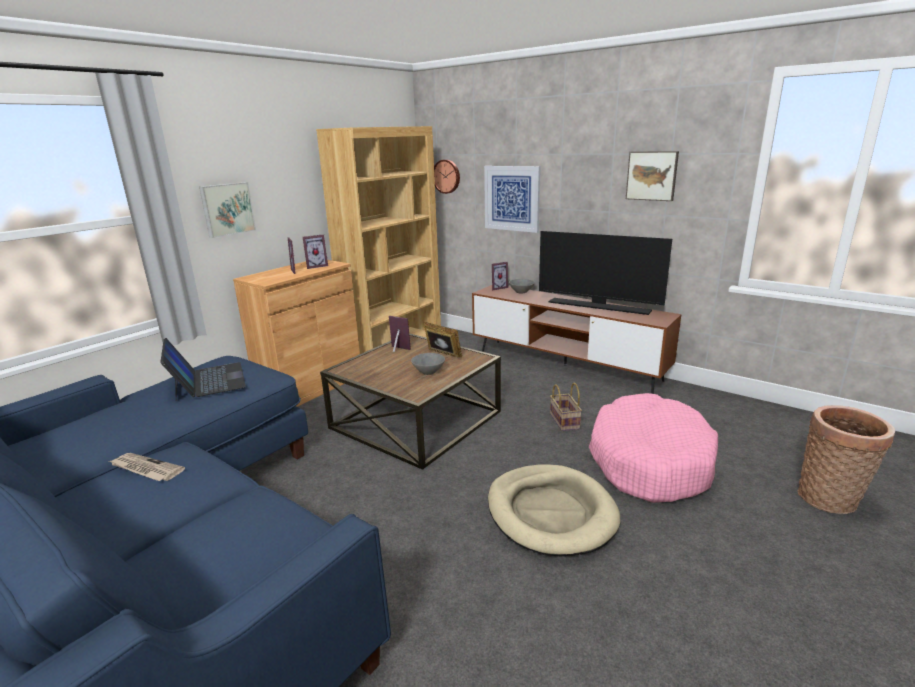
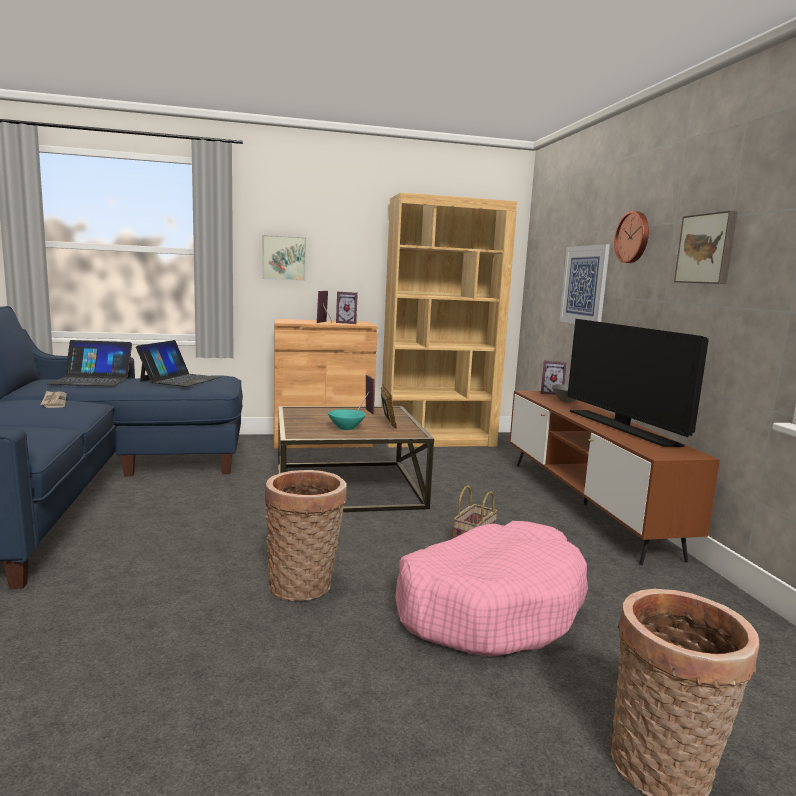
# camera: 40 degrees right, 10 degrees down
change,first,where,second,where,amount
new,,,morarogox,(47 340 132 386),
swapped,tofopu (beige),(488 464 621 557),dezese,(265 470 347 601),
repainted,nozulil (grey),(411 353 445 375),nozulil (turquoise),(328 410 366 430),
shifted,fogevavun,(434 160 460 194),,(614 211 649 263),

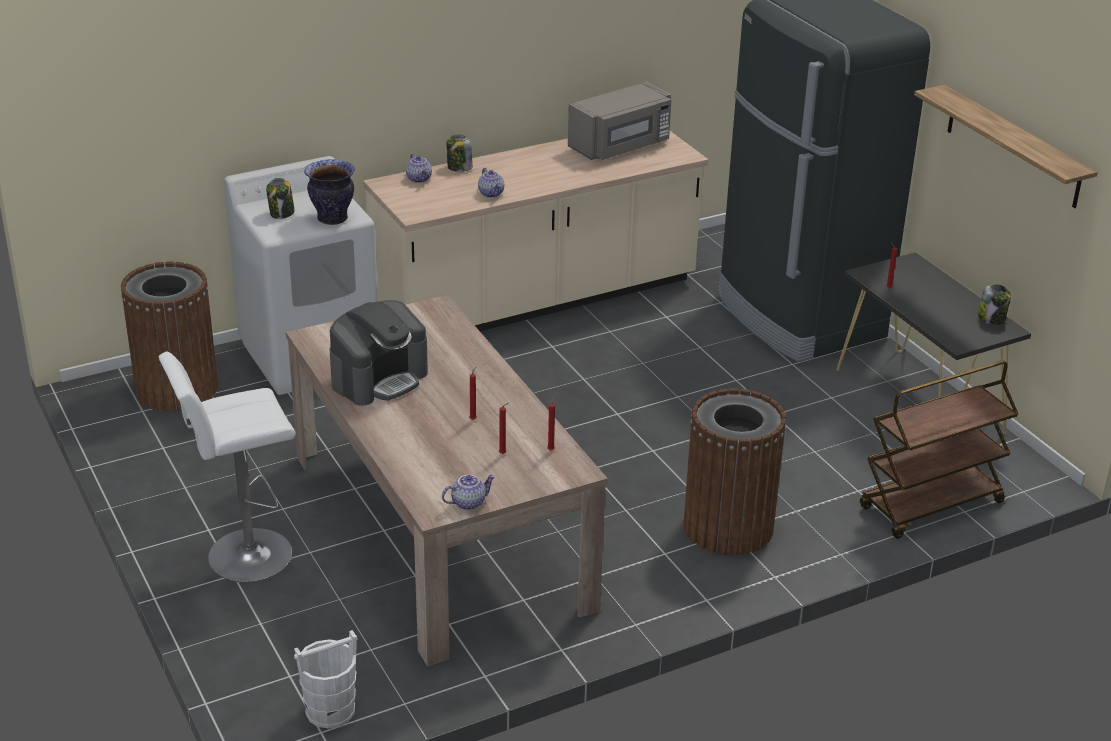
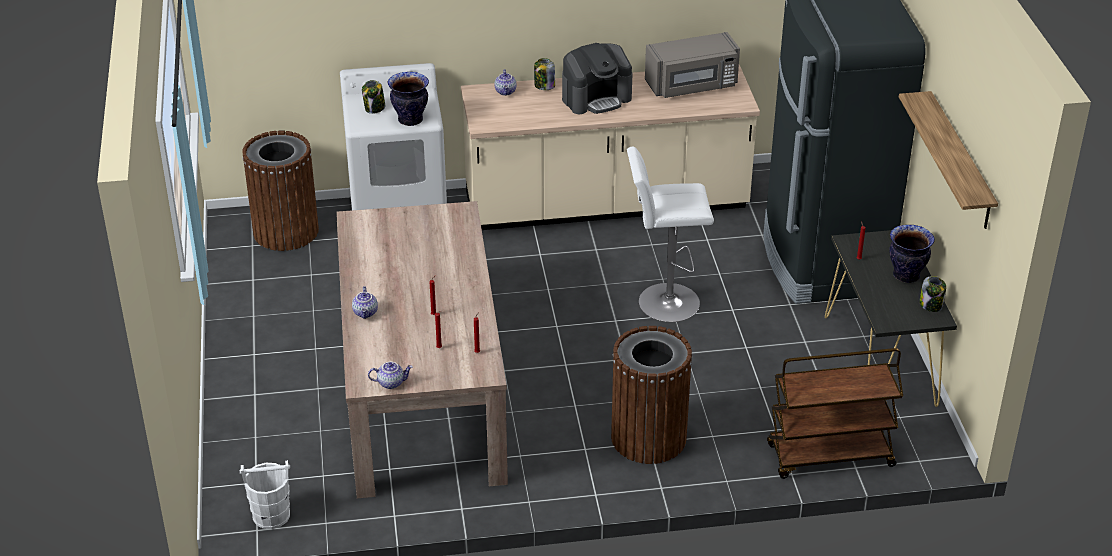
# camera: 20 degrees right, 5 degrees up
change,first,where,second,where,amount
shifted,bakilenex,(478 168 504 198),,(352 286 378 319),
shifted,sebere,(329 300 428 406),,(562 43 632 114),
shifted,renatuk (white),(158 352 296 582),,(627 146 714 322),
new,,,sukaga,(889 225 935 283),

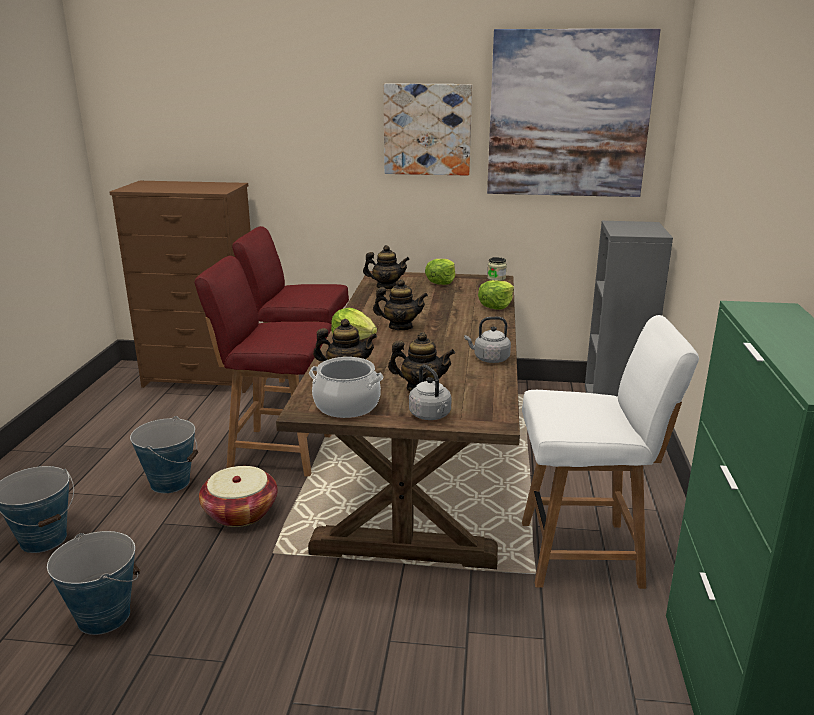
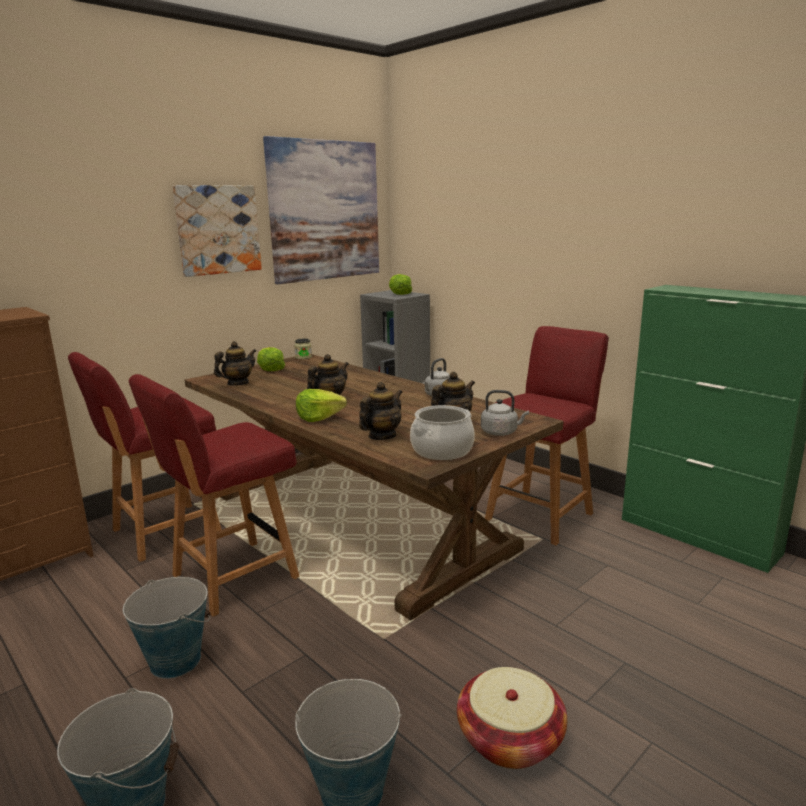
# camera: 50 degrees left, 5 degrees down
change,first,where,second,where,amount
shifted,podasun,(478 280 514 310),,(389 274 412 295),
shifted,dezese,(199 466 278 527),,(457 667 567 769),
repainted,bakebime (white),(522 315 699 589),bakebime (red),(485 326 609 545),

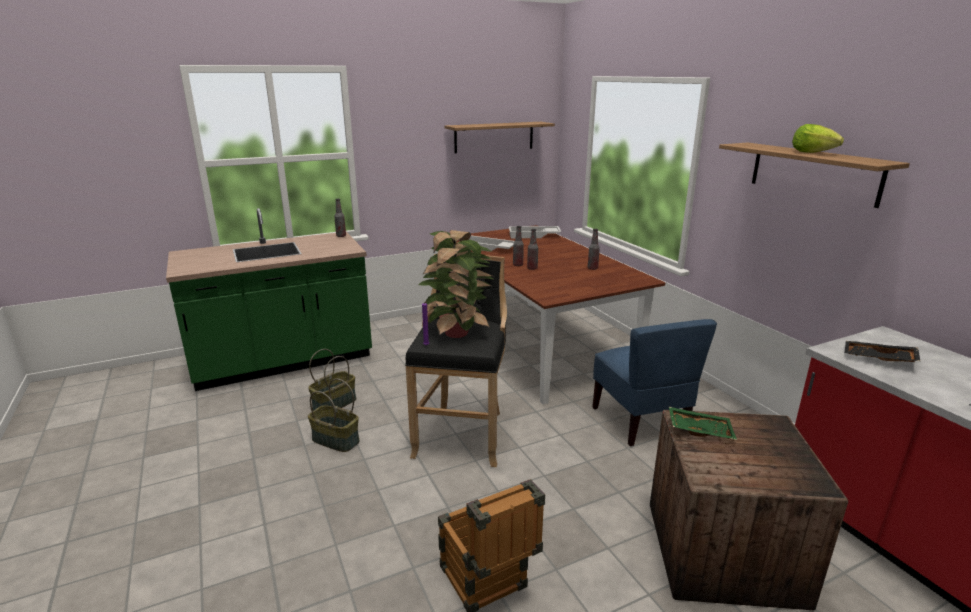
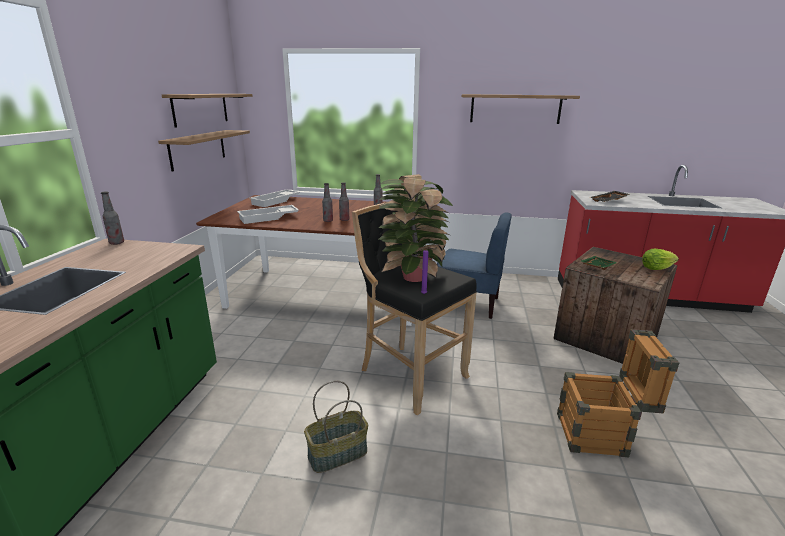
# camera: 55 degrees left, 0 degrees up
change,first,where,second,where,amount
new,,,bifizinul,(158 130 250 171),
shifted,podasun,(792 124 844 153),,(642 248 679 270),
gone,dezese,(308 349 356 411),,,

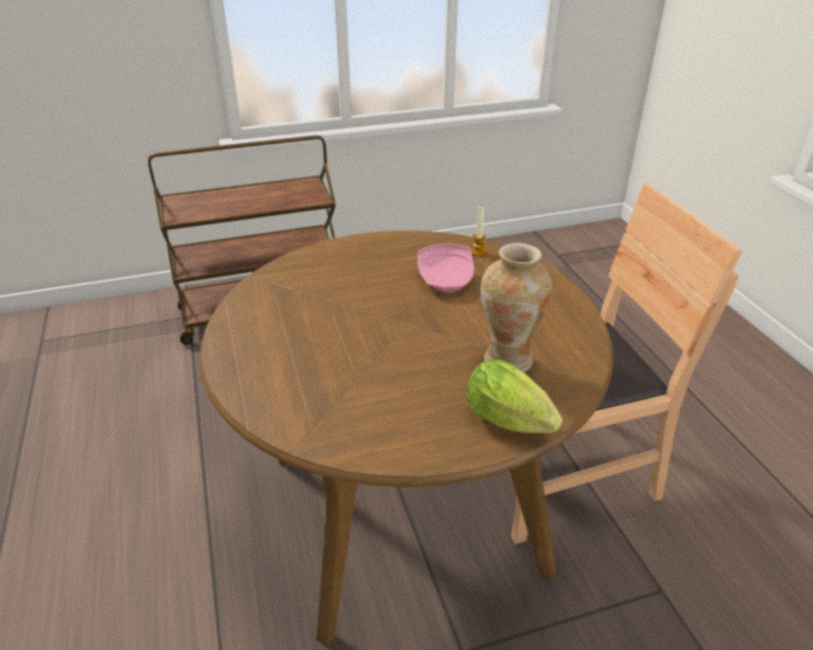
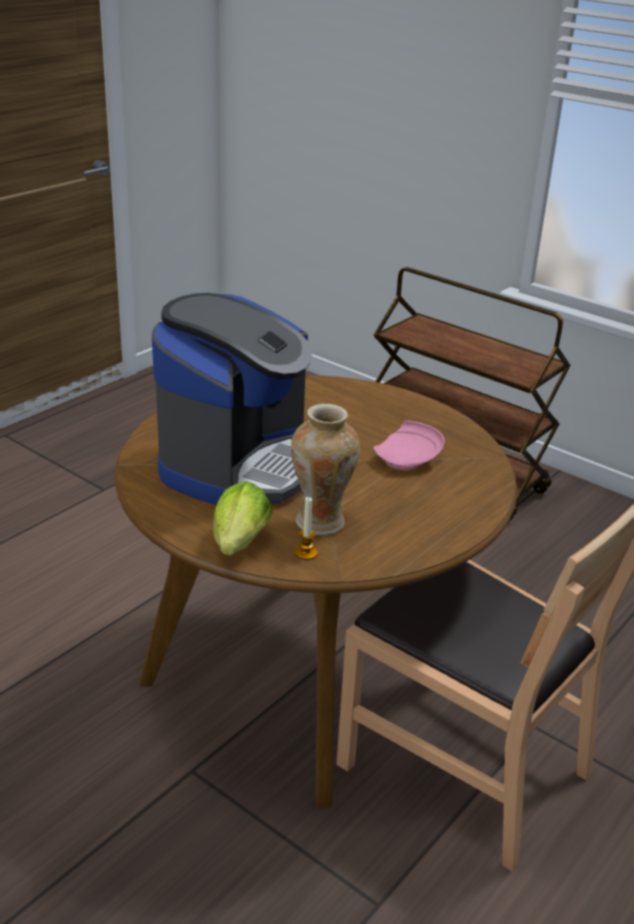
# camera: 55 degrees right, 5 degrees down
change,first,where,second,where,amount
new,,,sebere,(152 293 312 505),
shifted,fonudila,(470 205 487 256),,(295 497 318 560),

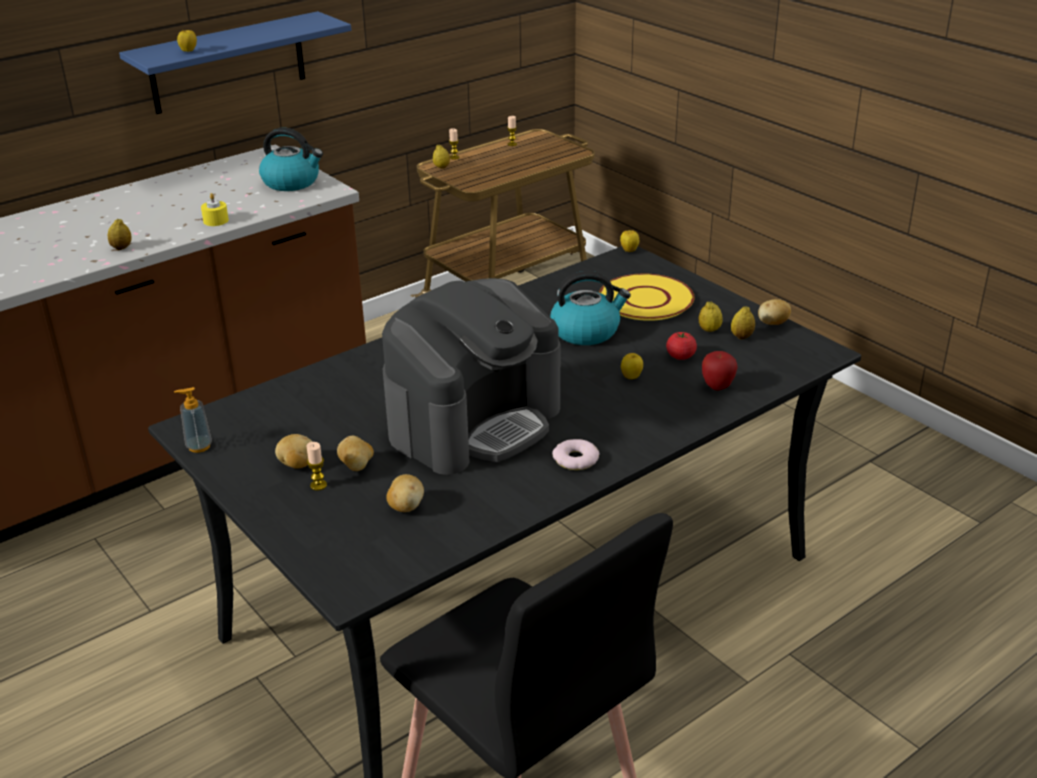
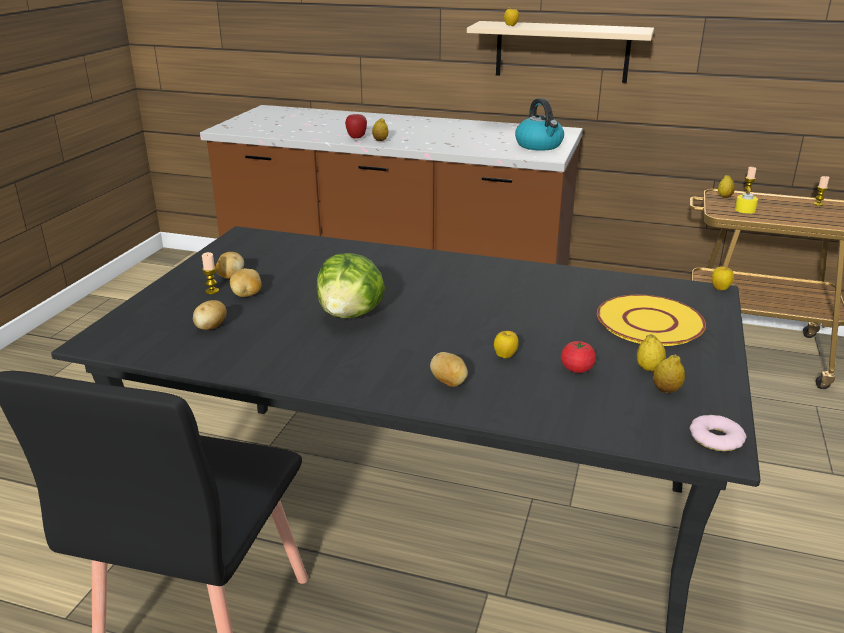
# camera: 55 degrees right, 5 degrees down
change,first,where,second,where,amount
swapped,sebere,(382 278 560 475),podasun,(317 253 385 318),
shifted,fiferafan,(702 351 737 390),,(345 113 367 138),
shifted,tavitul,(758 299 791 325),,(430 352 468 387),
repainted,bifizinul (blue),(119 11 351 114),bifizinul (beige),(467 21 654 83),
shifted,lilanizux,(552 439 600 470),,(690 415 746 451),
shifted,fonudila (yellow),(201 193 229 226),,(735 188 758 214),
gone,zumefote,(174 387 212 453),,,
gone,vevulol,(550 271 631 345),,,

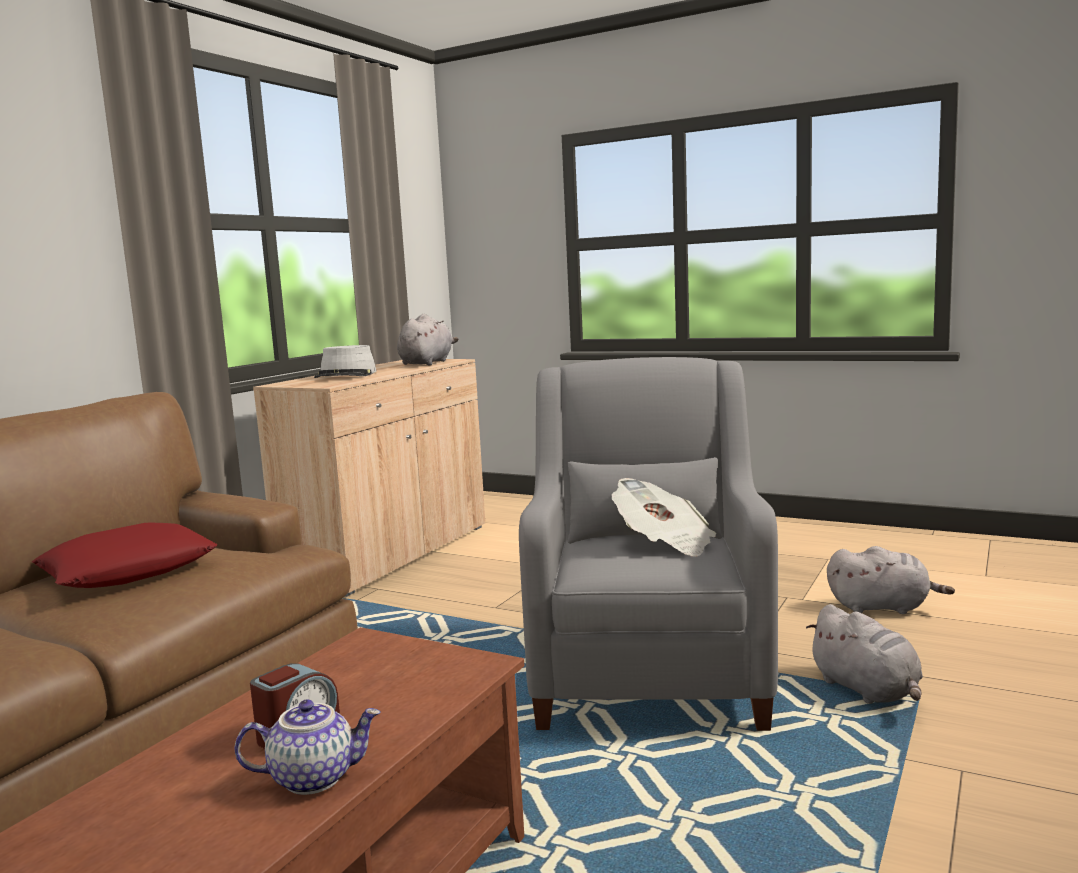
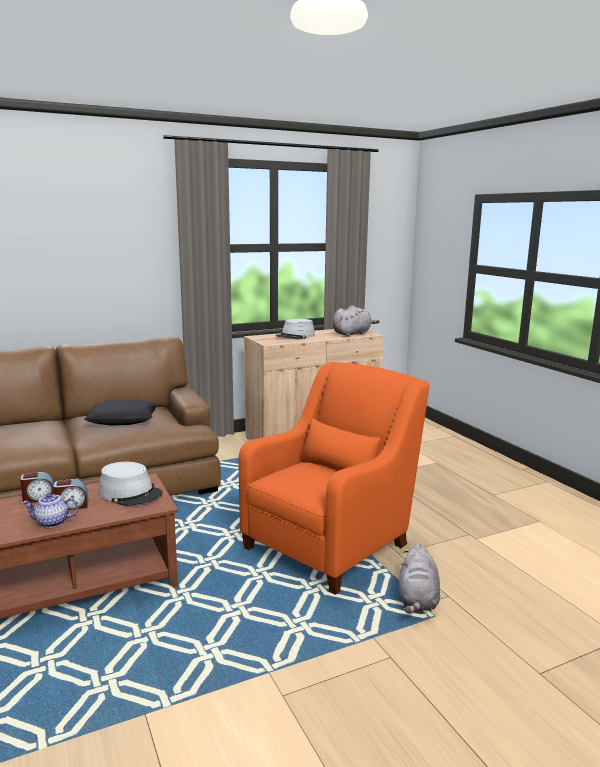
# camera: 35 degrees right, 5 degrees up
change,first,where,second,where,amount
new,,,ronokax,(20 472 54 503),
rotated,bakilenex,(235 699 381 795),,(22 493 79 528),150 degrees clockwise
repainted,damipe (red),(32 523 217 588),damipe (black),(84 399 158 426),
new,,,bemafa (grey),(99 462 163 506),
repainted,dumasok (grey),(519 357 778 731),dumasok (orange),(239 362 430 595),
gone,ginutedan,(611 478 716 557),,,
gone,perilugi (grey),(827 546 955 614),,,

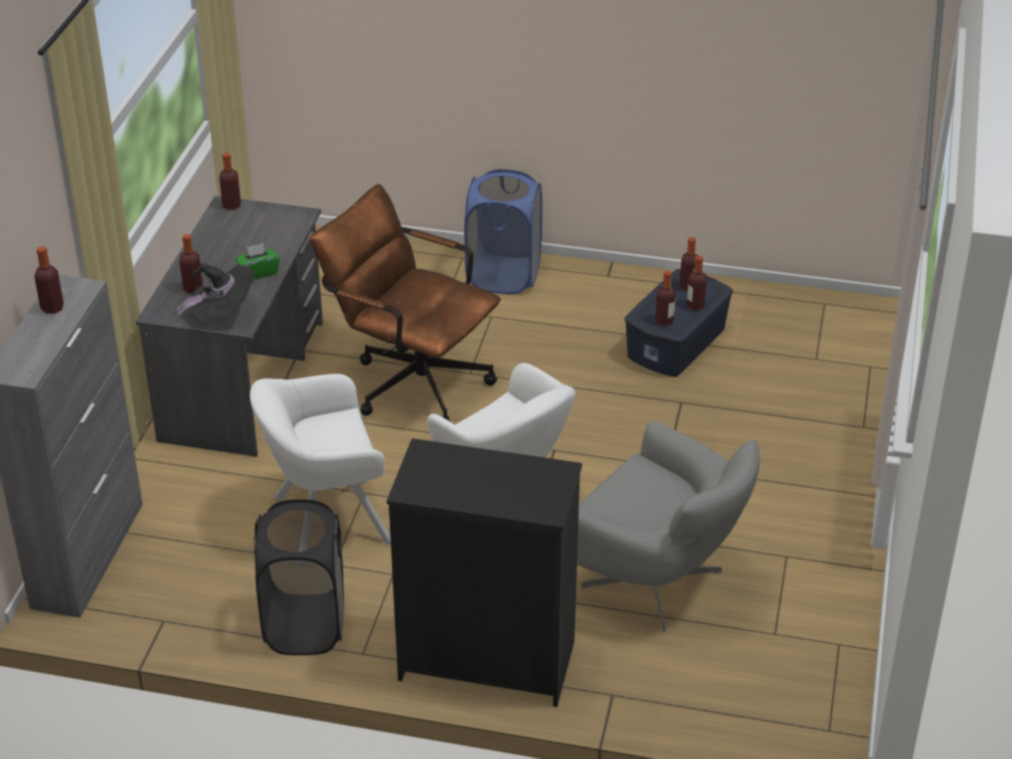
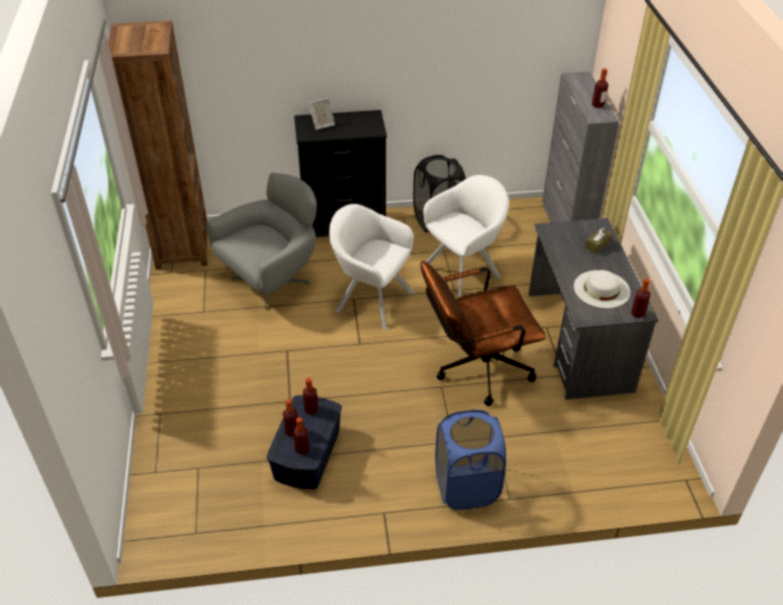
# camera: 160 degrees right, 5 degrees up
change,first,where,second,where,amount
new,,,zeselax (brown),(108 20 208 270),
rotated,dumasok (grey),(577 421 760 632),,(206 173 317 310),120 degrees clockwise
new,,,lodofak,(308 98 335 130),
rotated,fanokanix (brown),(310 184 501 421),,(420 261 546 406),150 degrees clockwise
new,,,bemafa (white),(574 270 630 308),
swapped,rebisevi,(179 234 203 294),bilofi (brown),(585 228 612 254),
gone,bemafa (black),(176 263 255 322),,,
gone,bilofi (green),(235 243 280 279),,,

